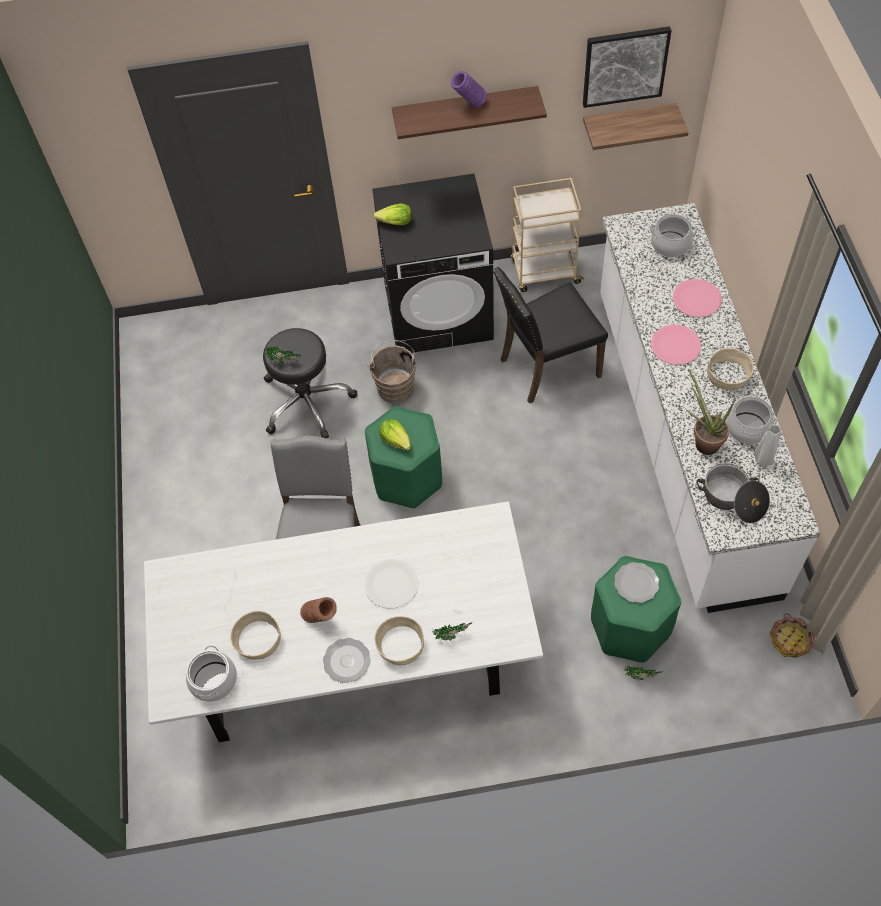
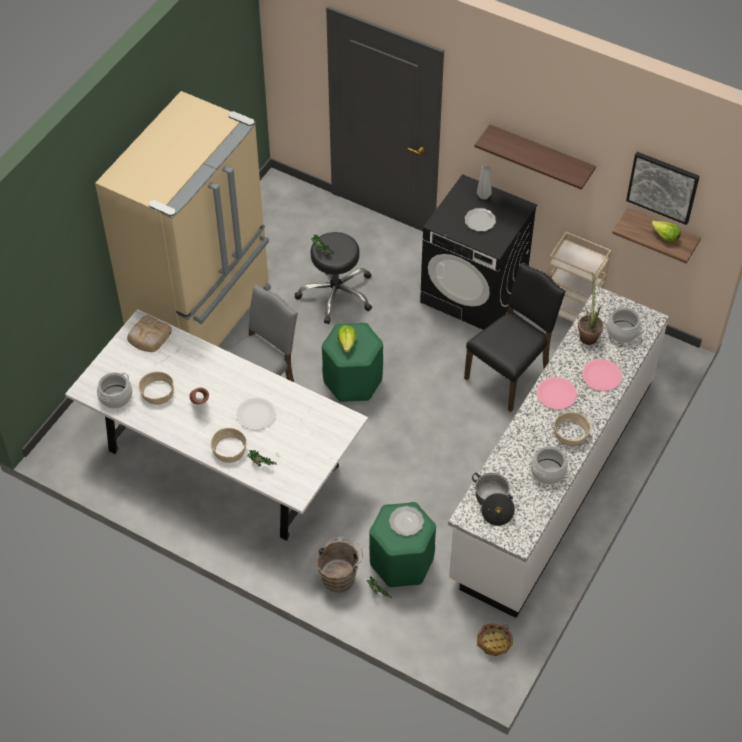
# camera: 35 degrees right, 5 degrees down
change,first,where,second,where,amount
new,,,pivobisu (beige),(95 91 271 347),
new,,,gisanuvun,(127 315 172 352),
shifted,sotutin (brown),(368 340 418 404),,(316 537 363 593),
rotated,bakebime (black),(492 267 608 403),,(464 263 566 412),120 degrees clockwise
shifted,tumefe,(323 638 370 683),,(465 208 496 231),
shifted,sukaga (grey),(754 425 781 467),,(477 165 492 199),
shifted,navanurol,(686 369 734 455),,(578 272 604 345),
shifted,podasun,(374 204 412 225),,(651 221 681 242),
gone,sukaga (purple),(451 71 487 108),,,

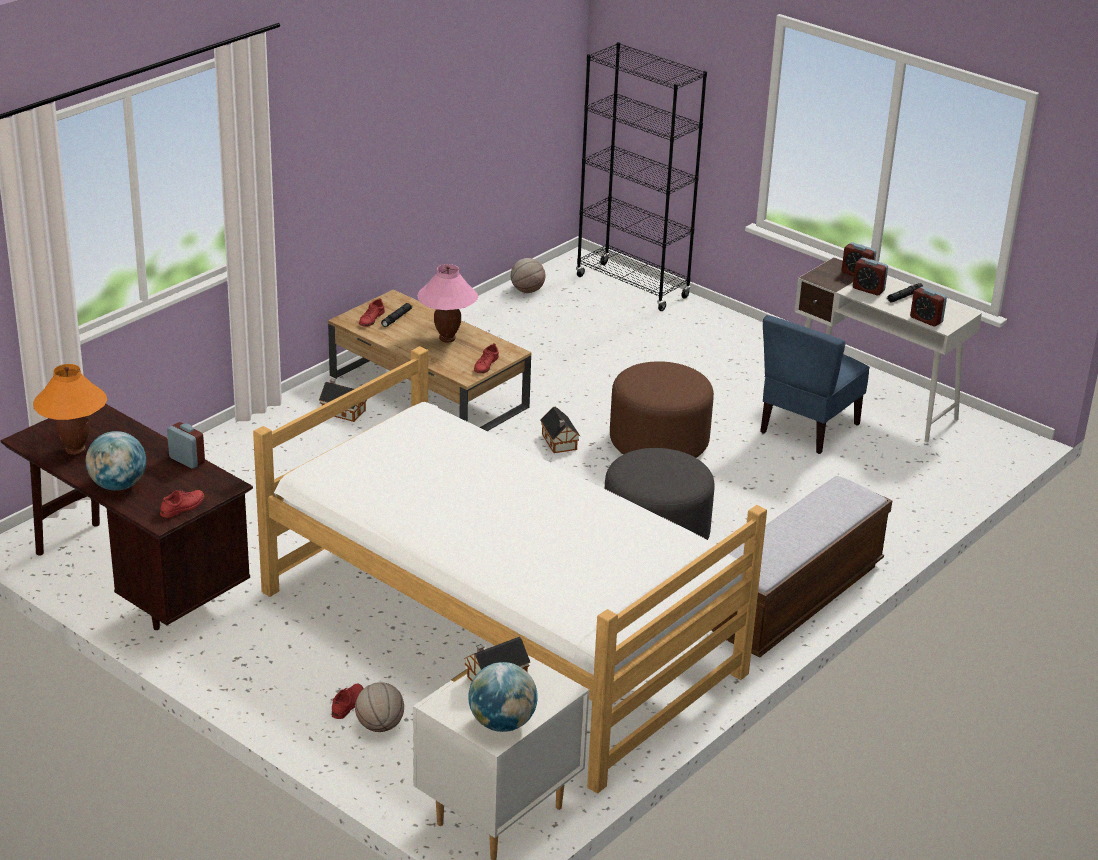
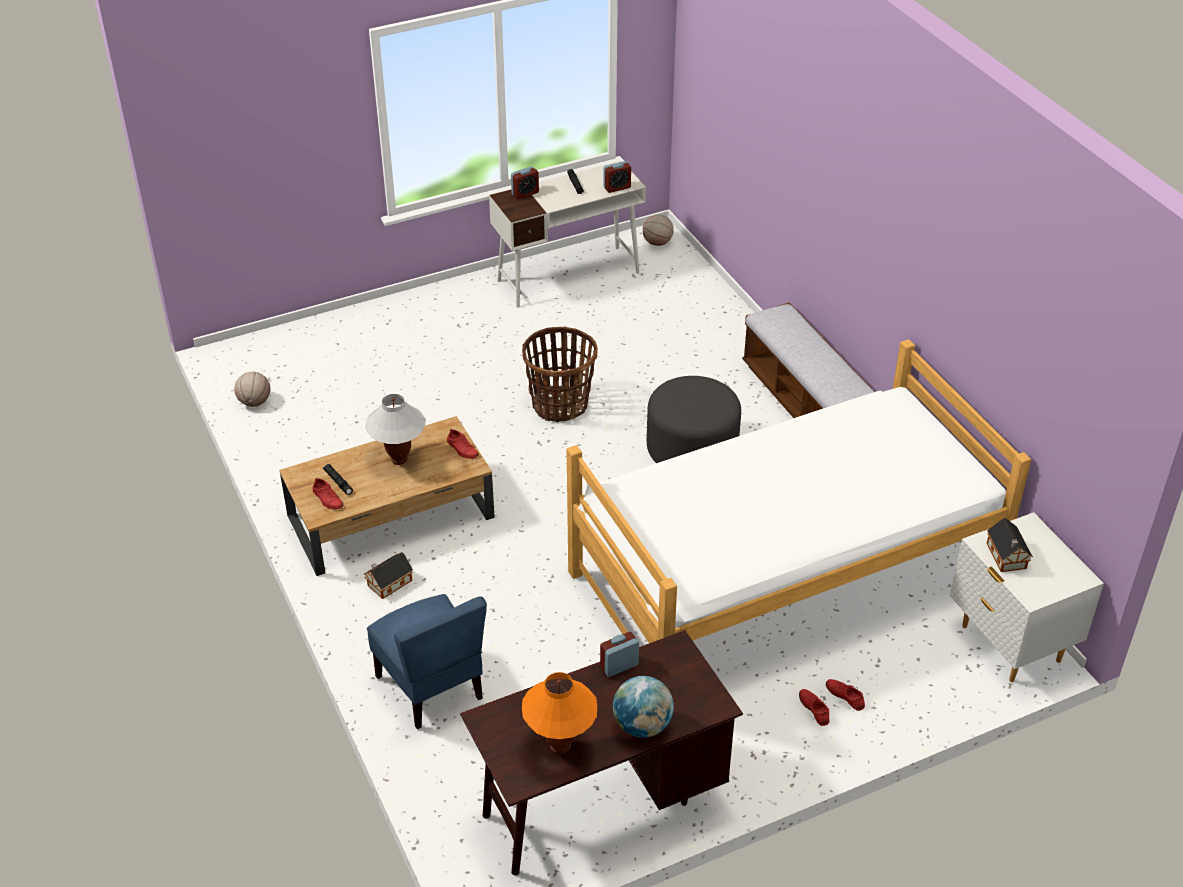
# camera: 65 degrees left, 10 degrees up
change,first,where,second,where,amount
repainted,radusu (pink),(417 264 478 343),radusu (white),(365 394 426 465),
shifted,bakebime (blue),(760 315 870 454),,(367 594 487 729),
swapped,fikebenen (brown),(610 361 714 458),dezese,(522 327 598 422),
shifted,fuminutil,(355 682 404 732),,(643 214 674 246),
shifted,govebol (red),(160 490 204 518),,(799 689 829 726),
gone,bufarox,(469 662 538 732),,,
gone,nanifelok,(540 406 580 453),,,
gone,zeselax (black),(576 42 707 311),,,
gone,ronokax,(853 257 888 296),,,

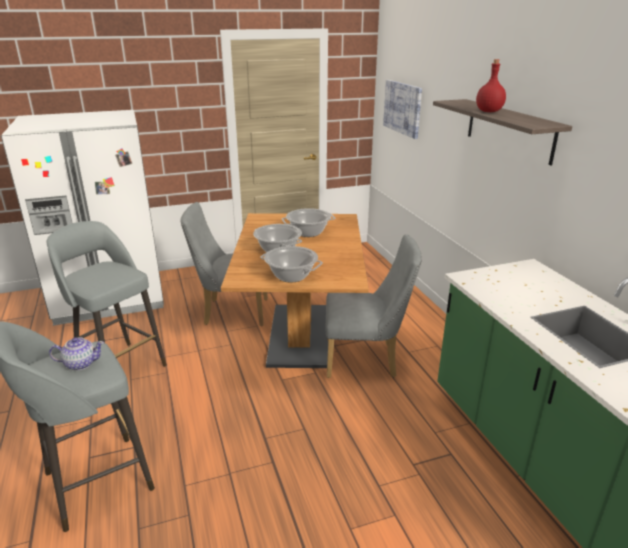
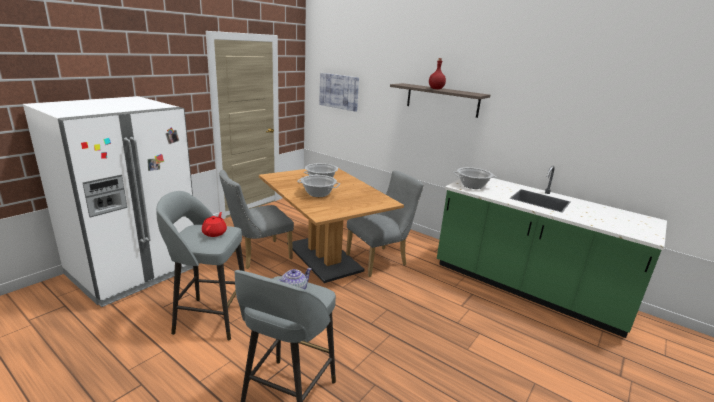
# camera: 35 degrees left, 5 degrees down
change,first,where,second,where,amount
new,,,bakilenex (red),(202 212 227 237),
shifted,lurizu,(260 246 323 283),,(453 167 496 189),

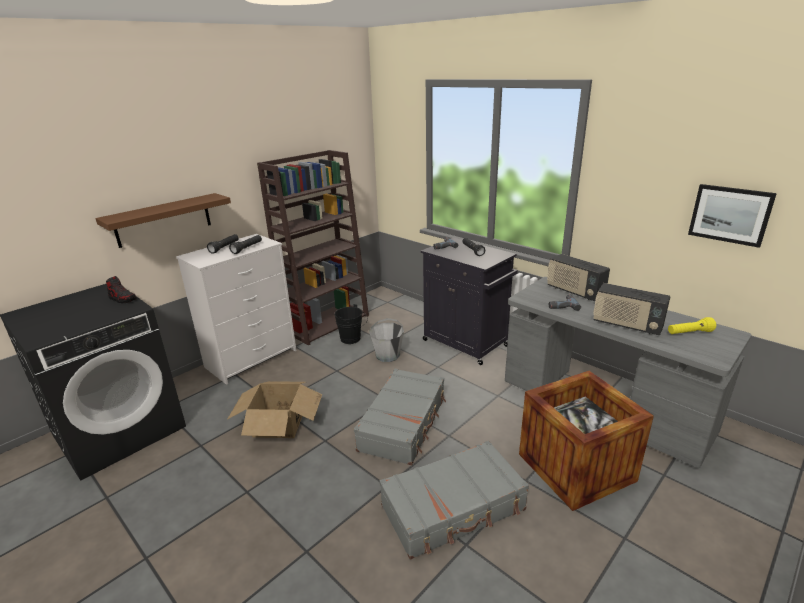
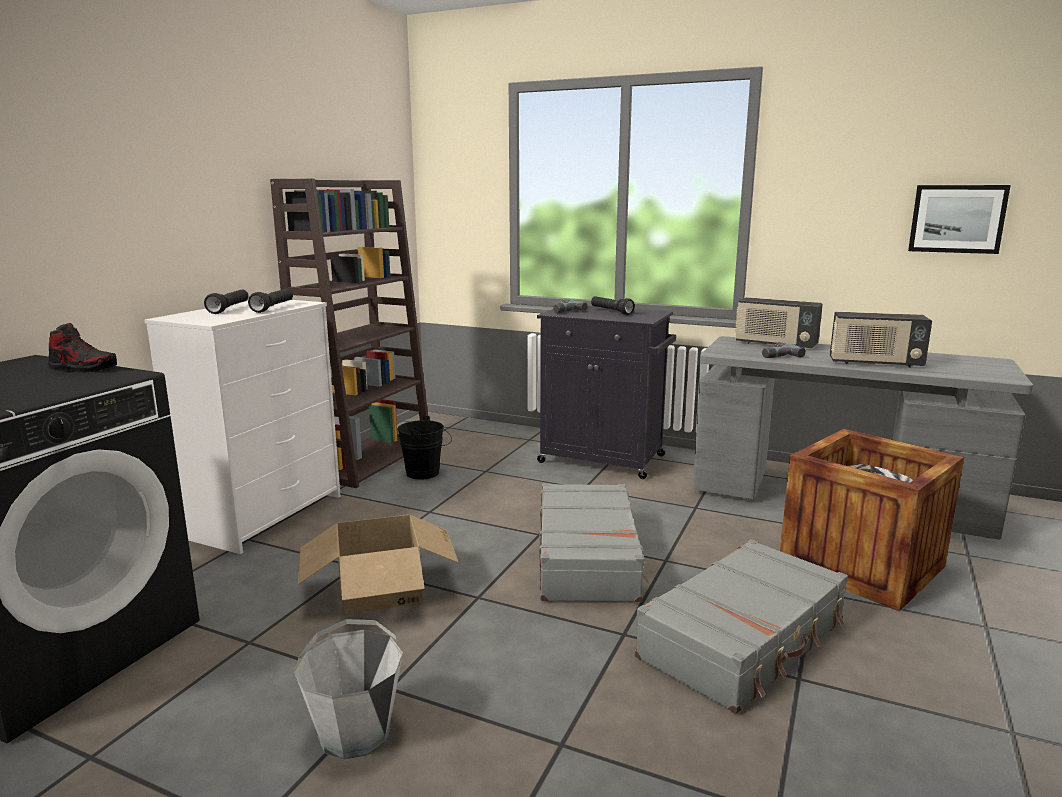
# camera: 20 degrees left, 10 degrees down
change,first,where,second,where,amount
shifted,sotutin (grey),(369 318 404 362),,(293 619 403 760),
gone,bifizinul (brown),(95 193 231 248),,,
gone,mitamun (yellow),(668 317 716 334),,,

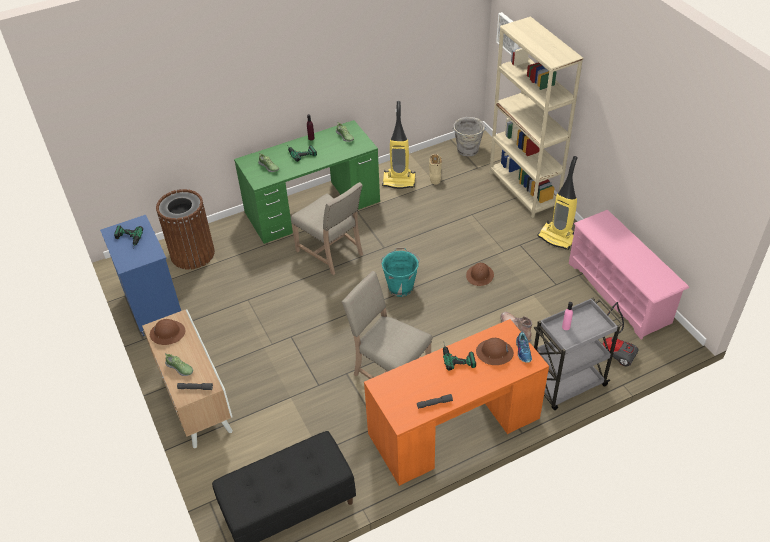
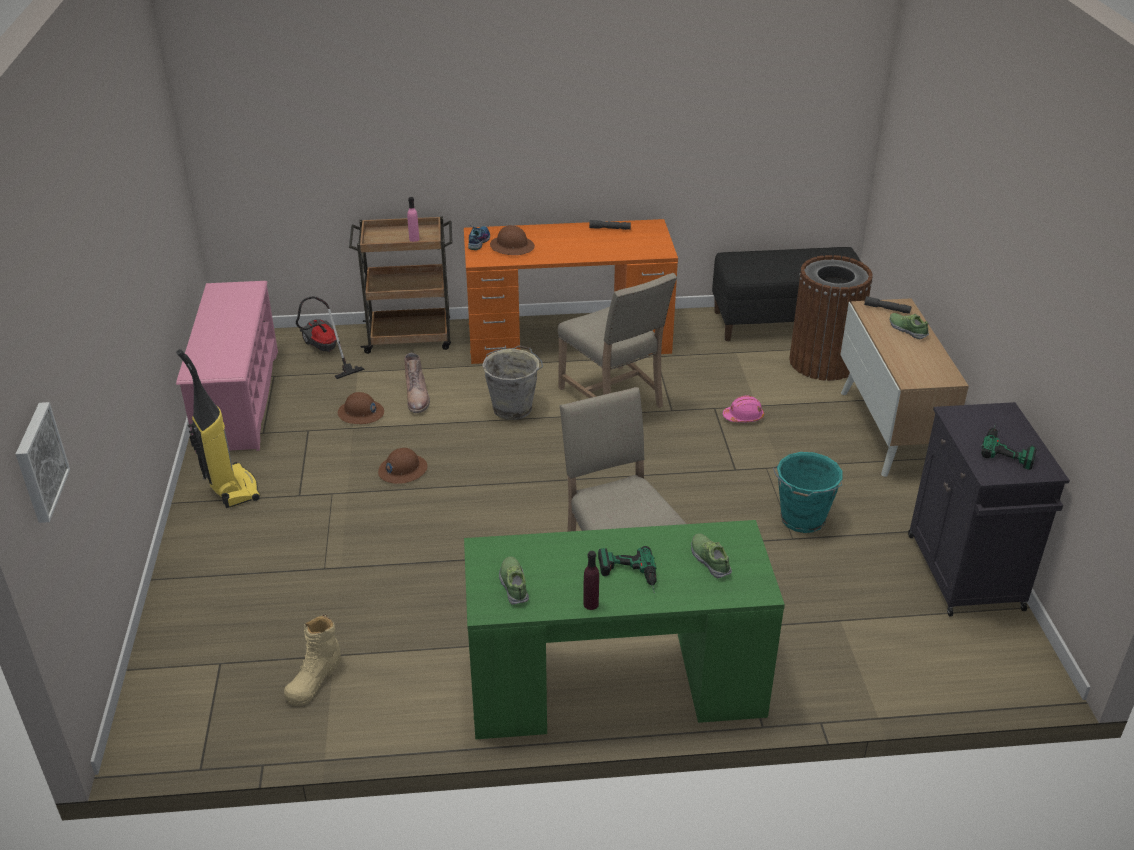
# camera: 160 degrees left, 10 degrees down
change,first,where,second,where,amount
shifted,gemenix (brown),(150 319 185 345),,(338 392 384 424),
repainted,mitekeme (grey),(534 298 623 410),mitekeme (brown),(349 216 452 354),
shifted,sotutin (grey),(452 117 486 157),,(482 345 543 420),
new,,,gemenix (pink),(723 396 764 422),
shifted,sotutin (turquoise),(381 248 420 297),,(773 452 842 533),
shifted,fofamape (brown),(156 189 215 270),,(789 255 873 381),
repainted,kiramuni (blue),(100 215 181 336),kiramuni (black),(908 402 1070 616),
gone,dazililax,(382 101 415 189),,,
gone,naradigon,(443 344 476 371),,,
gone,zeselax (beige),(490 17 583 218),,,

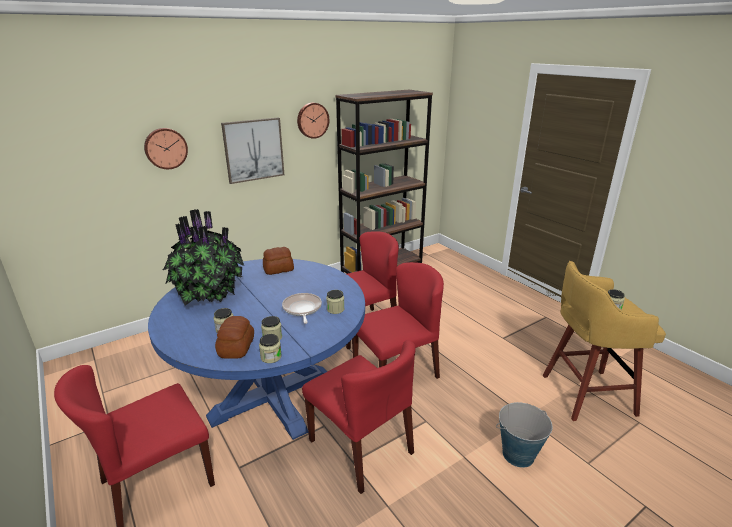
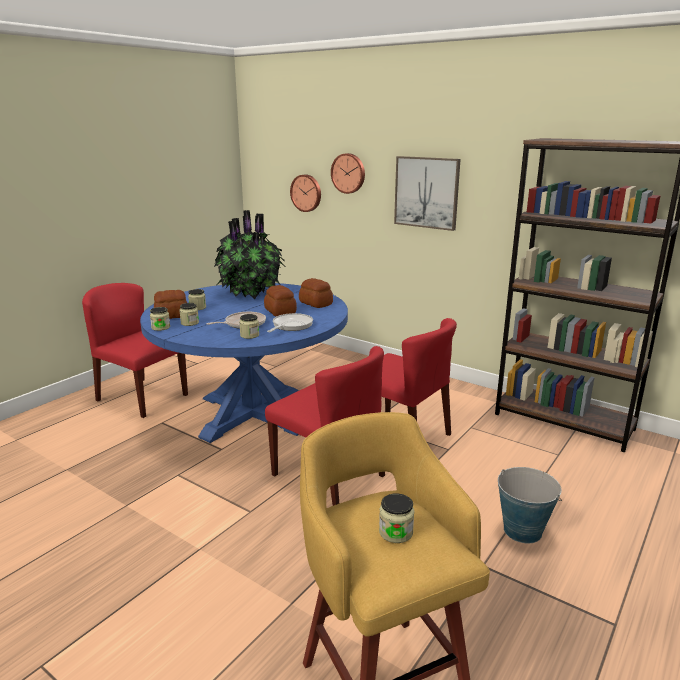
# camera: 70 degrees right, 5 degrees down
change,first,where,second,where,amount
new,,,gisanuvun,(264 285 297 317),
new,,,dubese,(267 313 313 332),
shifted,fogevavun,(297 103 329 139),,(290 174 321 212),
shifted,sotutin,(496 402 553 468),,(498 467 562 544),
gone,bakebime (red),(302 340 416 494),,,

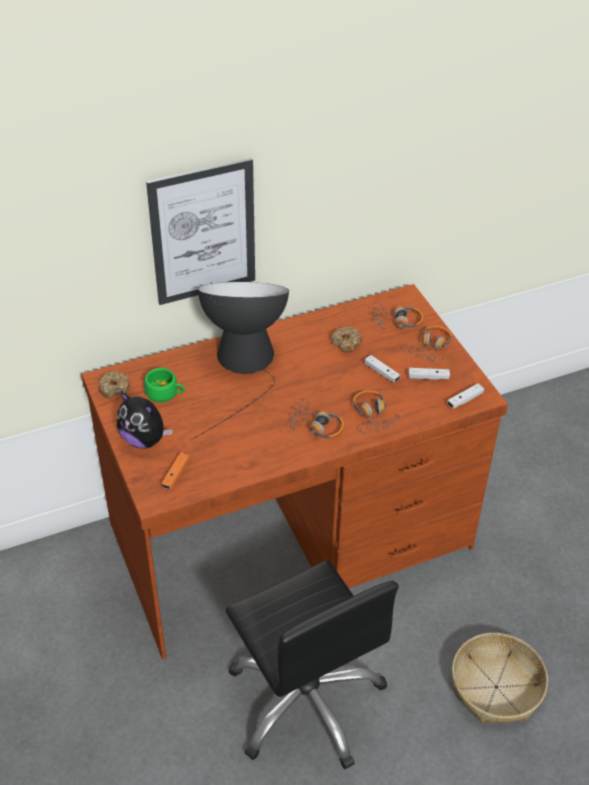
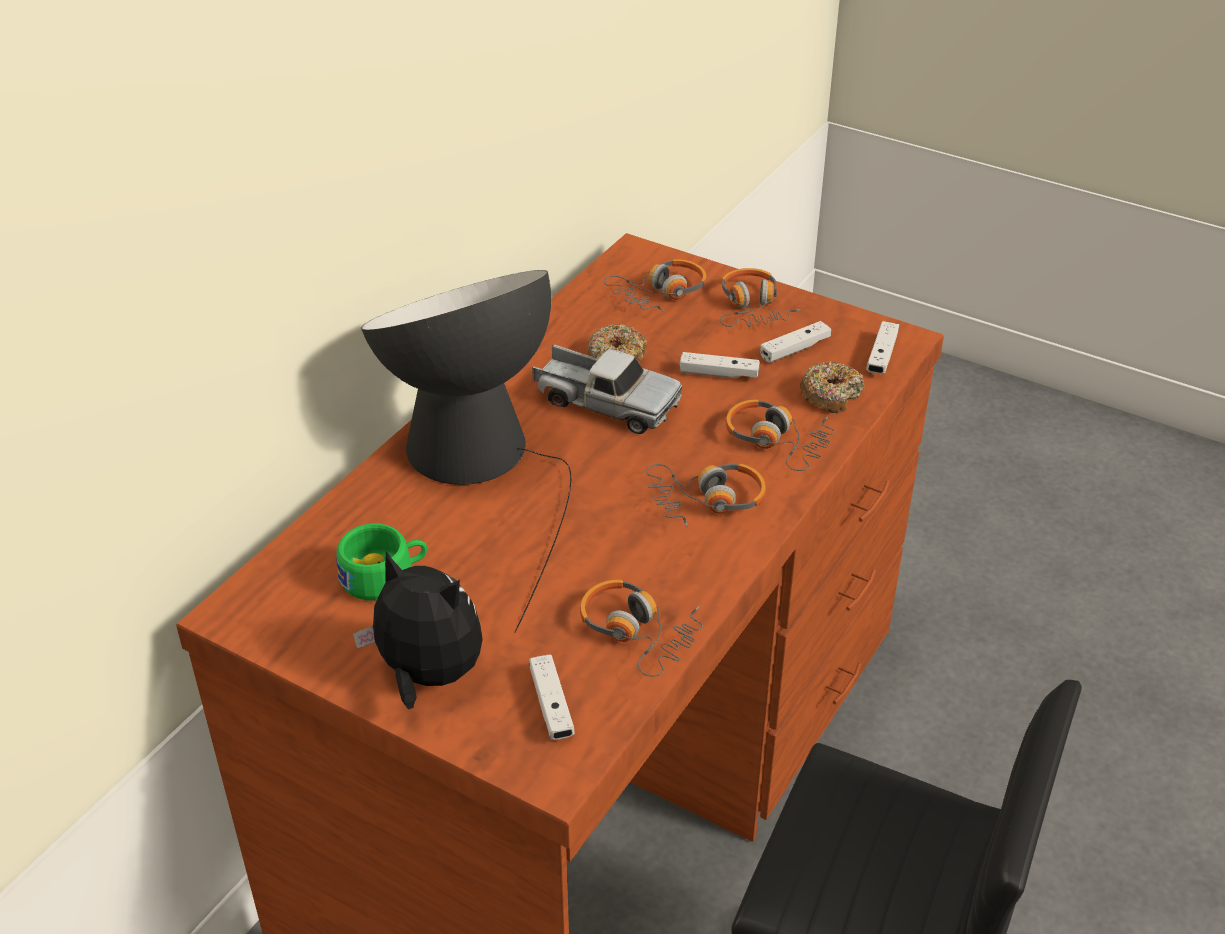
# camera: 35 degrees left, 5 degrees down
change,first,where,second,where,amount
rotated,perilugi,(117 391 173 449),,(353 551 483 709),150 degrees counterclockwise
repainted,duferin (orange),(161 452 190 489),duferin (white),(529 654 575 740),
new,,,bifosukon,(532 344 682 434),
new,,,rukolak,(580 580 703 677),
shifted,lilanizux,(98 371 130 399),,(800 361 865 413),
gone,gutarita,(146 158 255 305),,,
gone,dezese,(452 633 548 723),,,

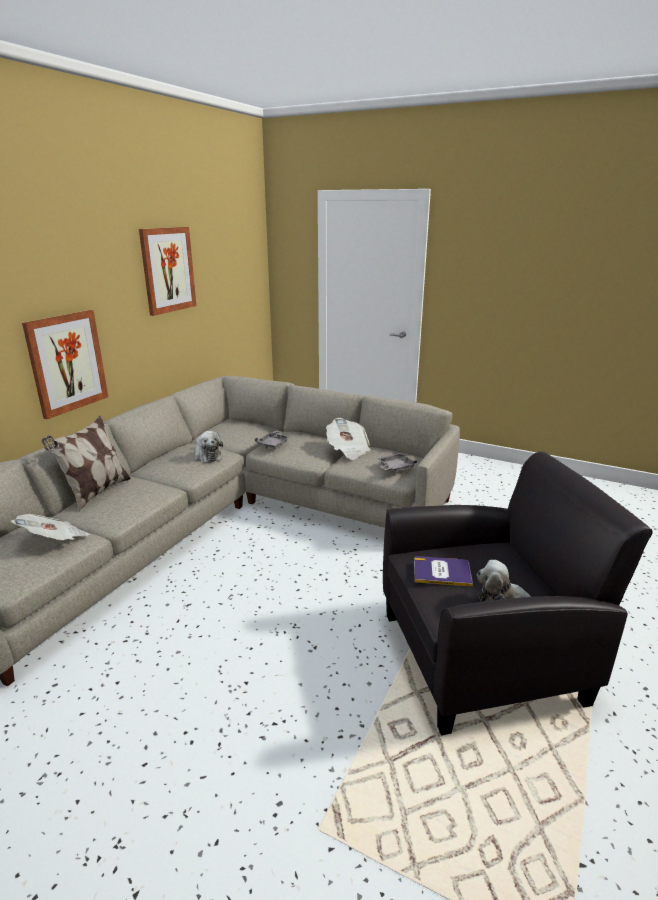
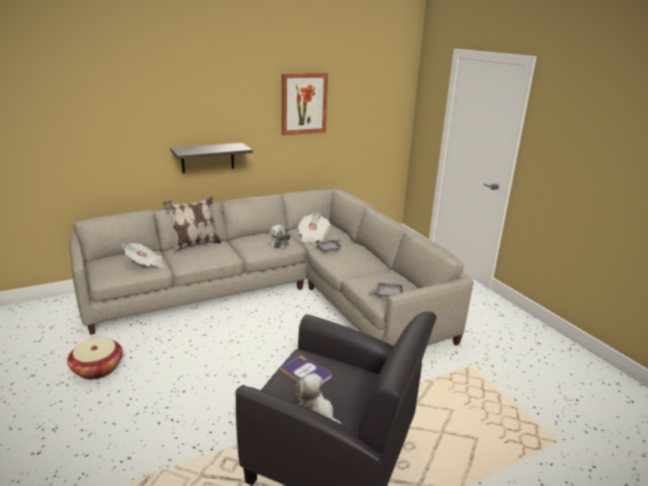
# camera: 35 degrees right, 0 degrees up
change,first,where,second,where,amount
new,,,dezese,(67 337 123 380),
swapped,gutarita,(22 310 108 419),bifizinul,(170 143 253 173),
shifted,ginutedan,(326 418 371 460),,(298 213 330 243),

